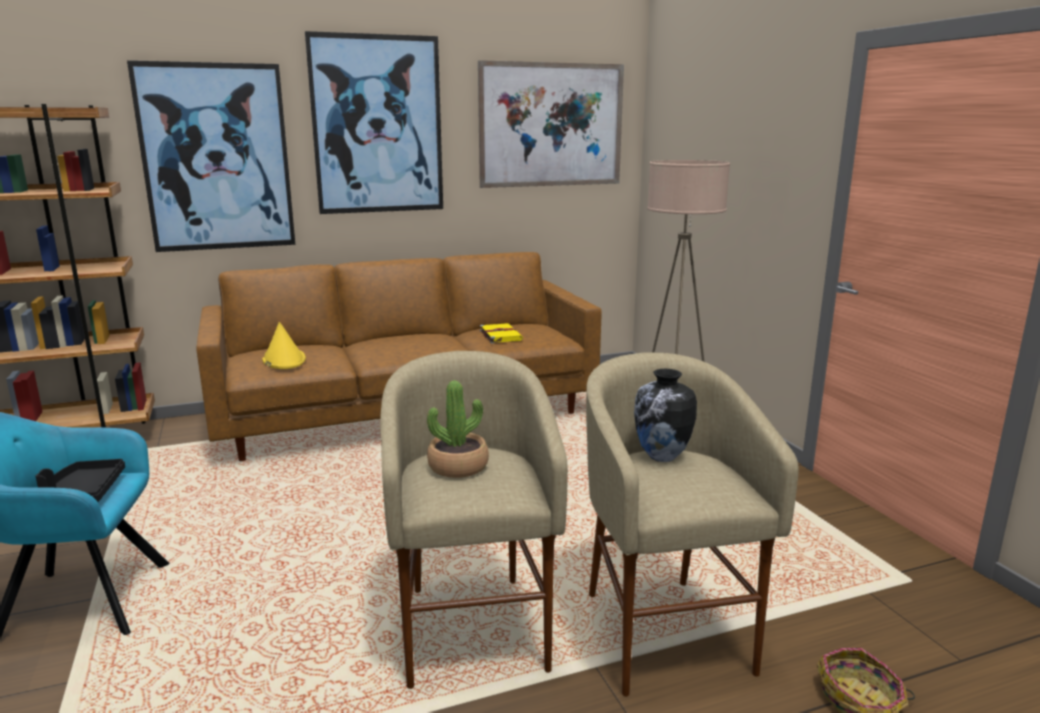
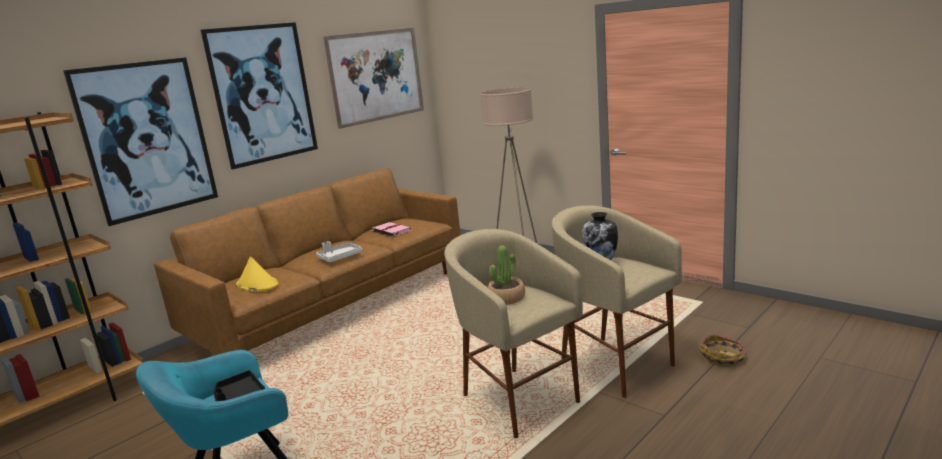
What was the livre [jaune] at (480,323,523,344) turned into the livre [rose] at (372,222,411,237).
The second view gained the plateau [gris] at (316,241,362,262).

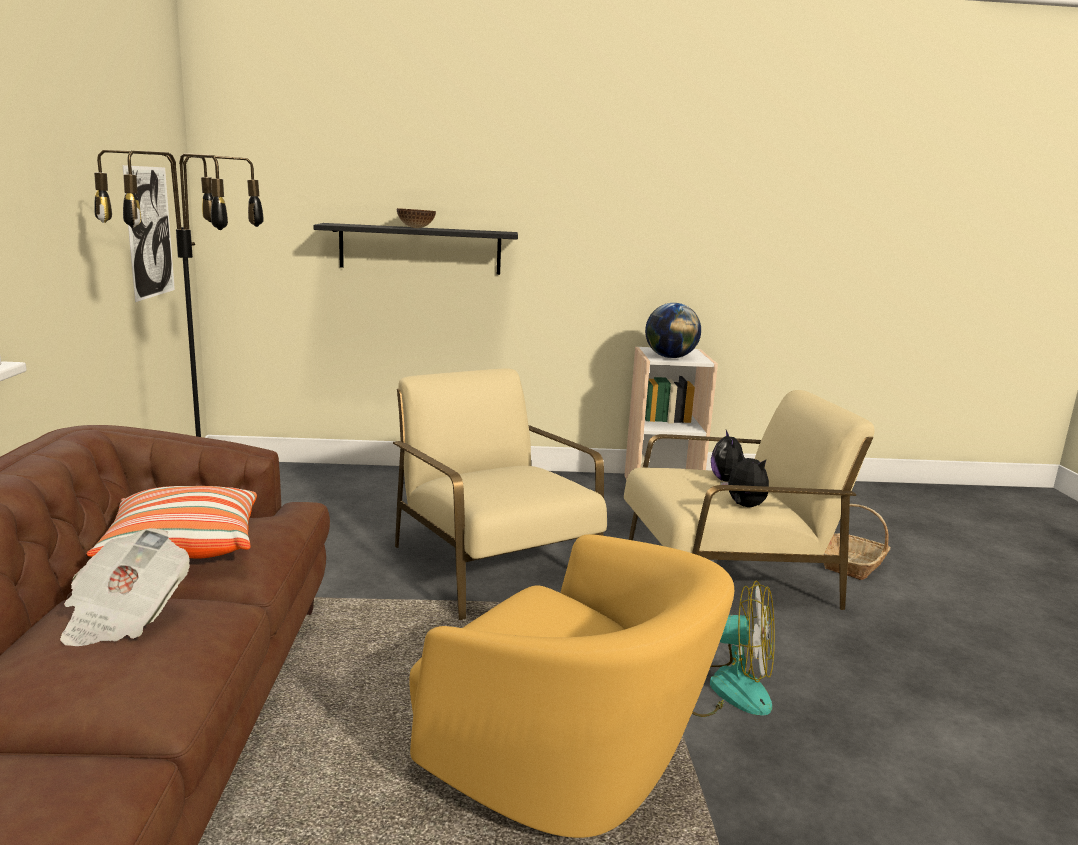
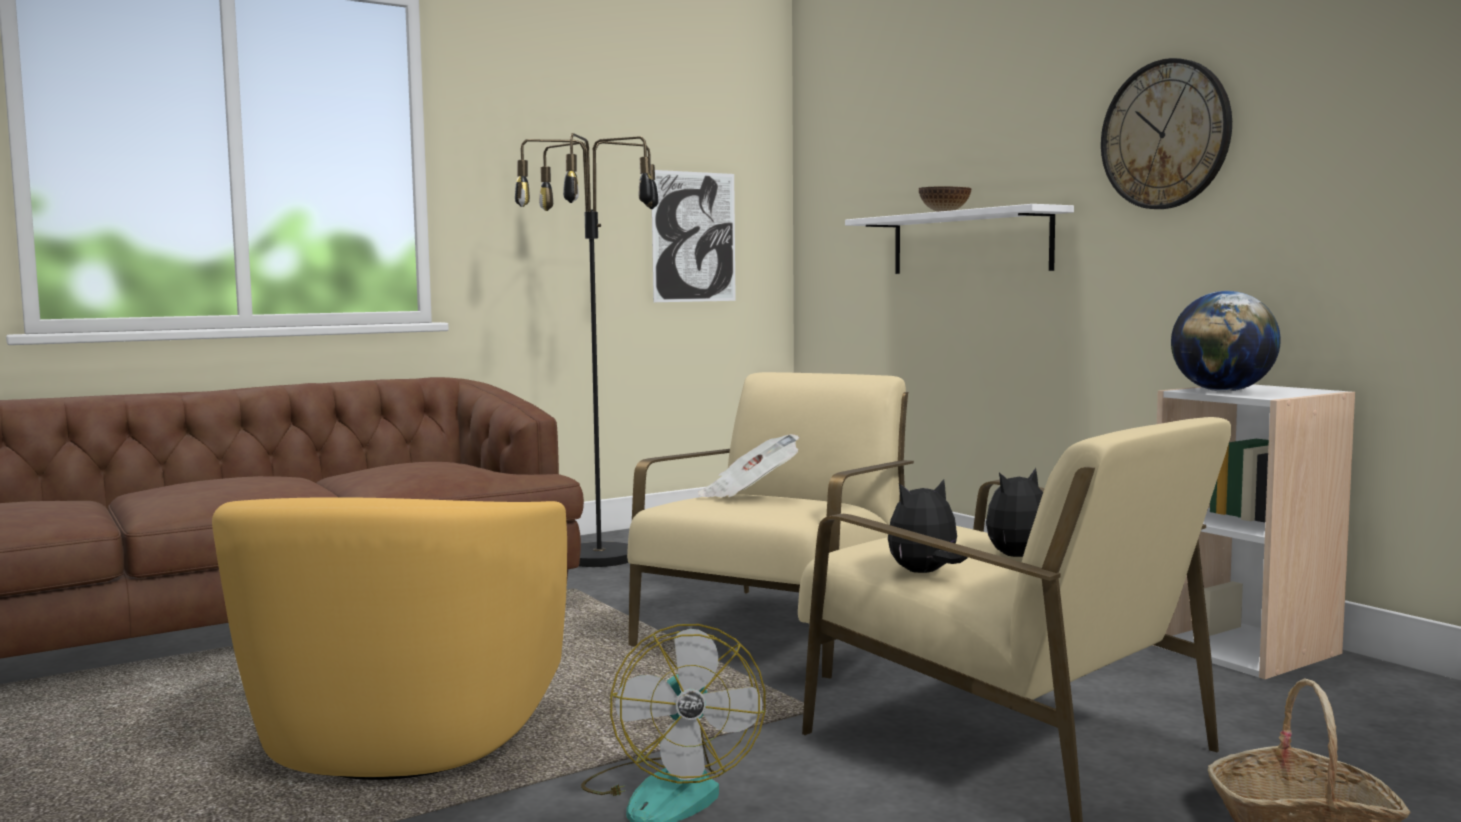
What was the étagère [noir] at (313,223,518,275) turned into the étagère [blanc] at (845,204,1074,274).
The peluche at (721,451,769,507) ended up facing another way, 135 degrees counterclockwise from before.
The second view lost the coussin at (87,486,257,559).
The journal ended up elsewhere, having gone from (60,528,190,646) to (698,434,800,498).
The second view gained the horloge murale at (1101,58,1232,209).

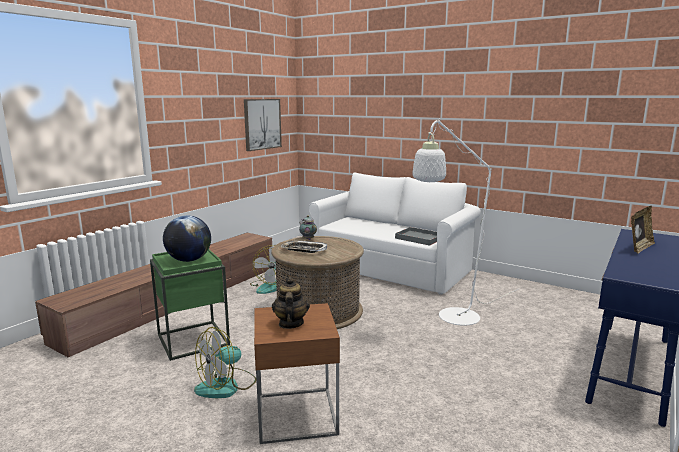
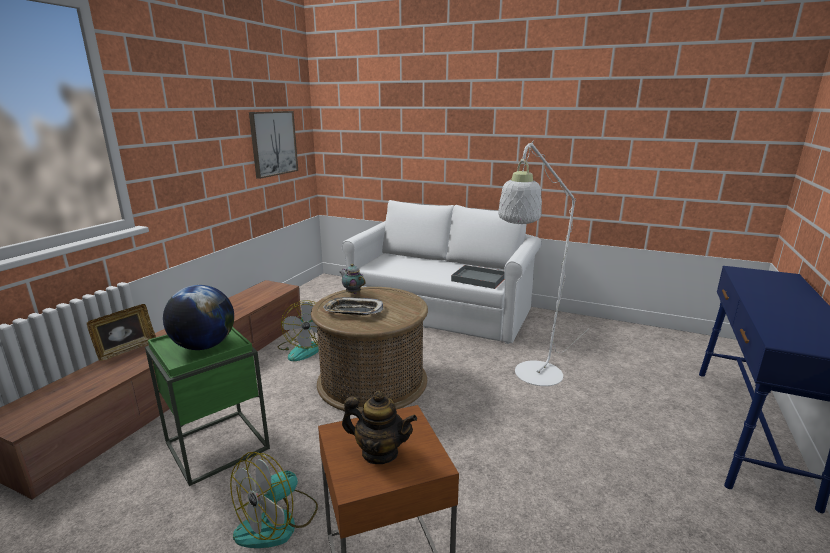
The cadre photo ended up elsewhere, having gone from (631,206,655,254) to (87,304,156,361).
The théière at (272,277,310,329) ended up facing another way, 120 degrees clockwise from before.

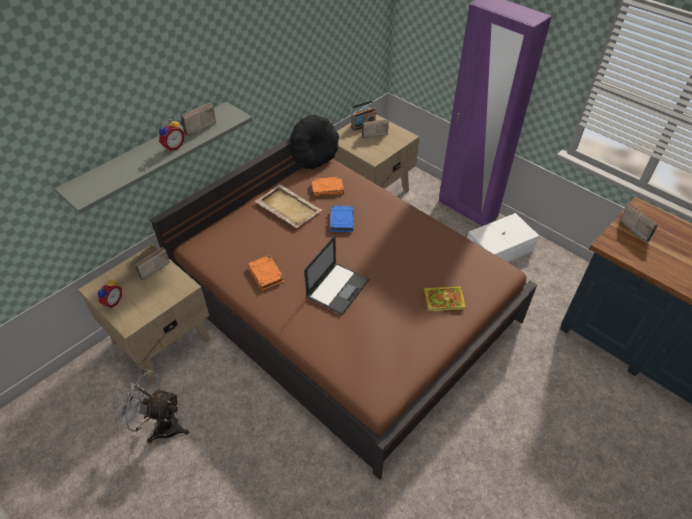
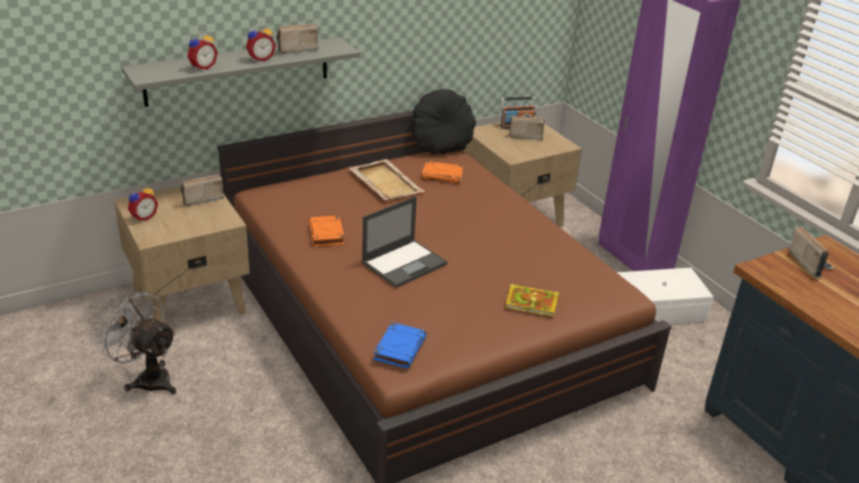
The livre [bleu] ended up elsewhere, having gone from (330,206,354,232) to (373,322,427,369).
The second view gained the réveil at (187,31,218,71).

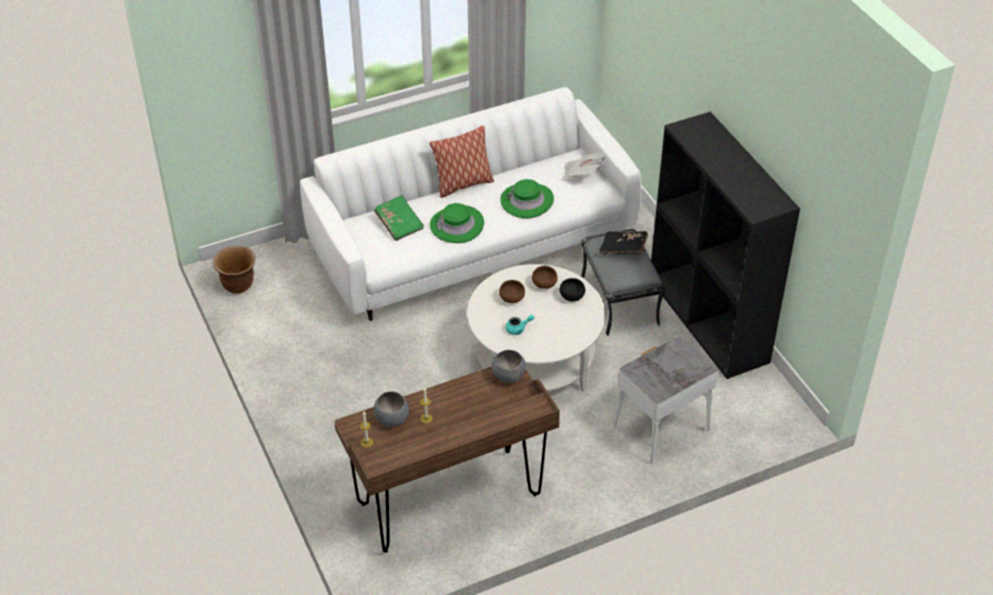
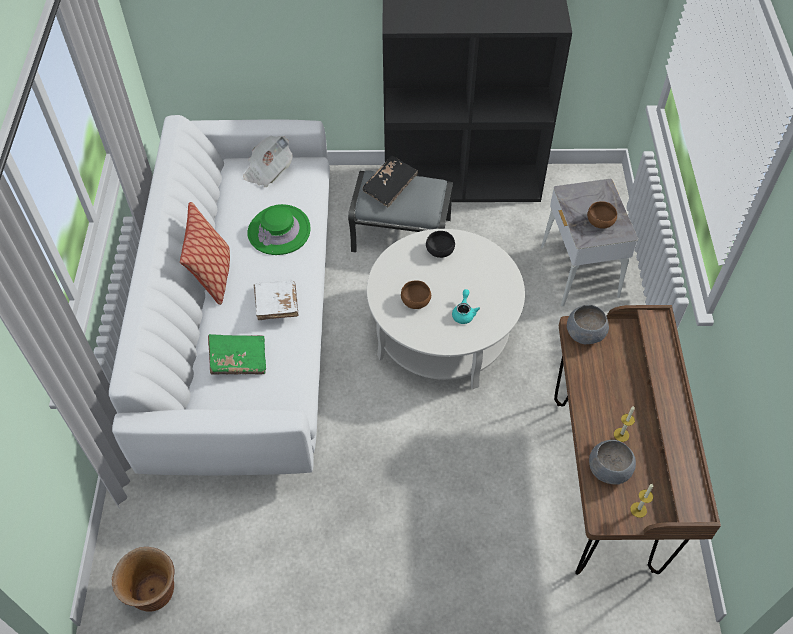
Where the chapeau [vert] stood at (430,203,484,243), the livre [blanc] came to stand at (254,280,299,320).
The bol [marron] ended up elsewhere, having gone from (532,266,558,289) to (587,201,617,228).

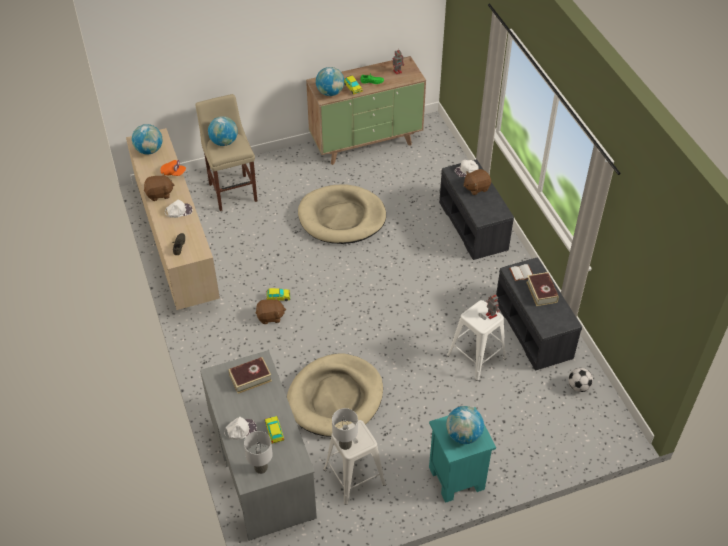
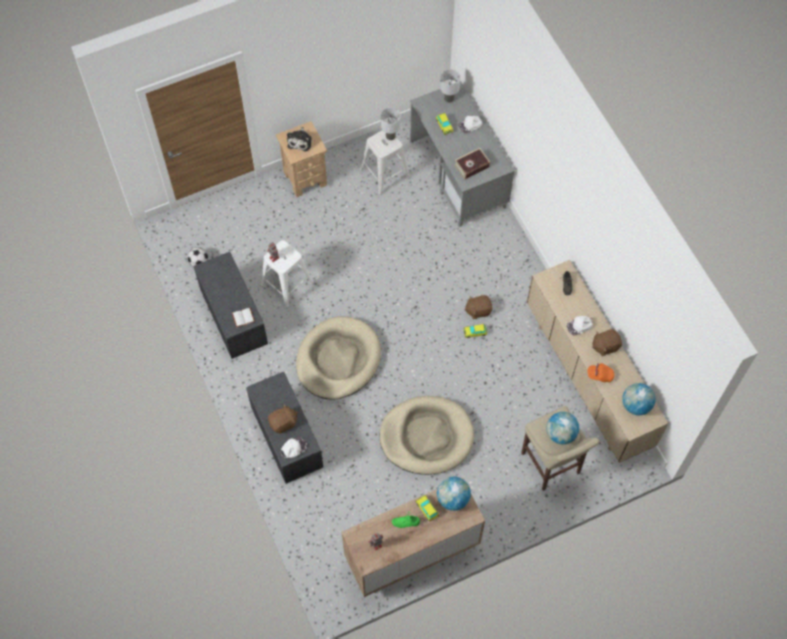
The second view lost the livre at (526,272,559,306).
The panier pour chien [beige] ended up elsewhere, having gone from (287,353,383,437) to (296,316,381,400).
Where the globe stood at (446,406,484,444), the peluche came to stand at (287,127,312,151).
What was the table de chevet [turquoise] at (429,407,496,503) turned into the table de chevet [beige] at (276,121,327,197).

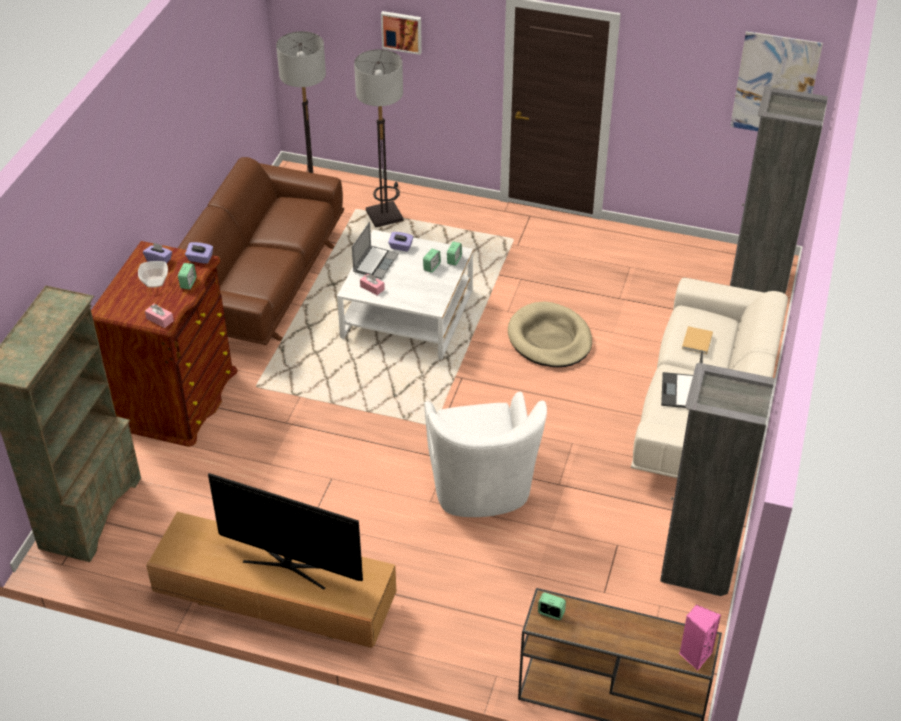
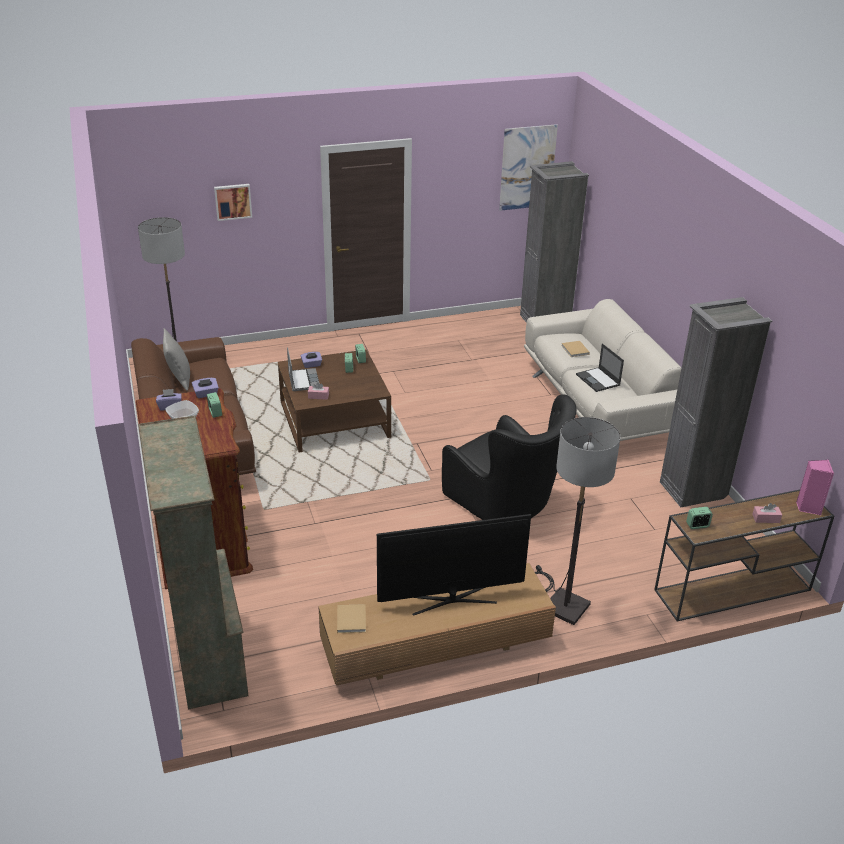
The lampadaire ended up elsewhere, having gone from (354,49,403,228) to (535,417,621,625).
What was the table basse [blanc] at (337,230,473,359) turned into the table basse [marron] at (278,349,391,452).
The second view lost the panier pour chien [beige] at (508,301,592,367).
The boîte à mouchoirs [rose] ended up elsewhere, having gone from (145,304,174,328) to (752,503,782,523).
What was the fauteuil [blanc] at (425,392,547,517) turned into the fauteuil [noir] at (442,394,576,520).
The second view gained the coussin [gris] at (163,328,190,391).
The second view gained the livre [beige] at (337,604,366,633).

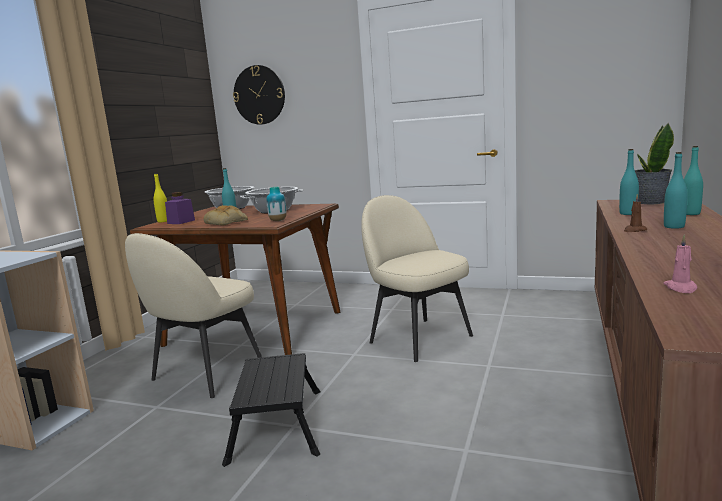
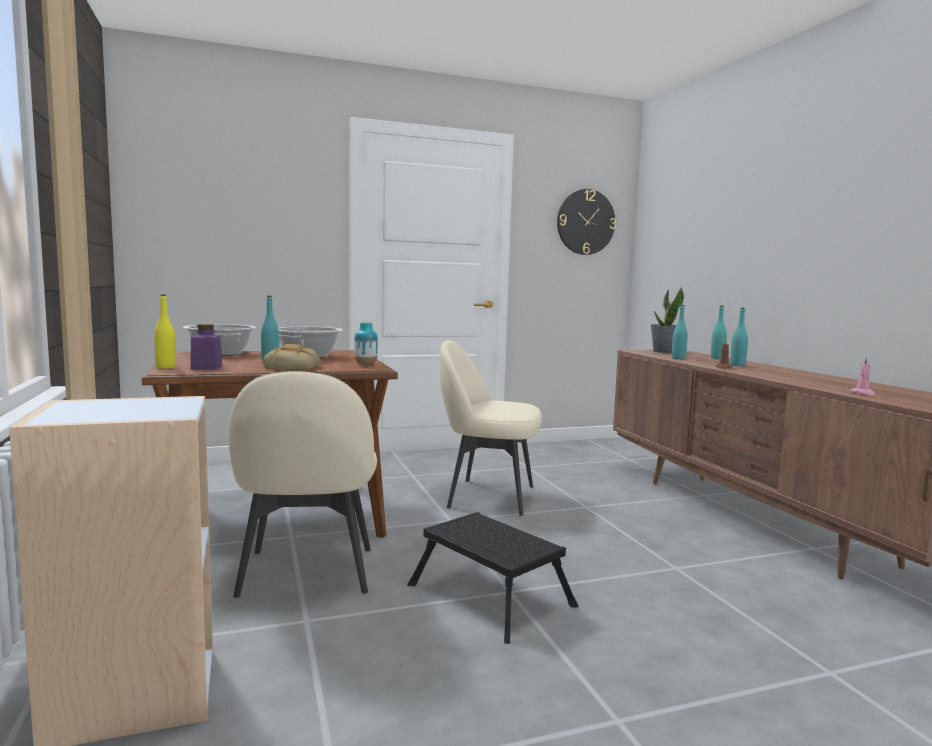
The horloge murale ended up elsewhere, having gone from (233,65,285,125) to (557,189,616,255).

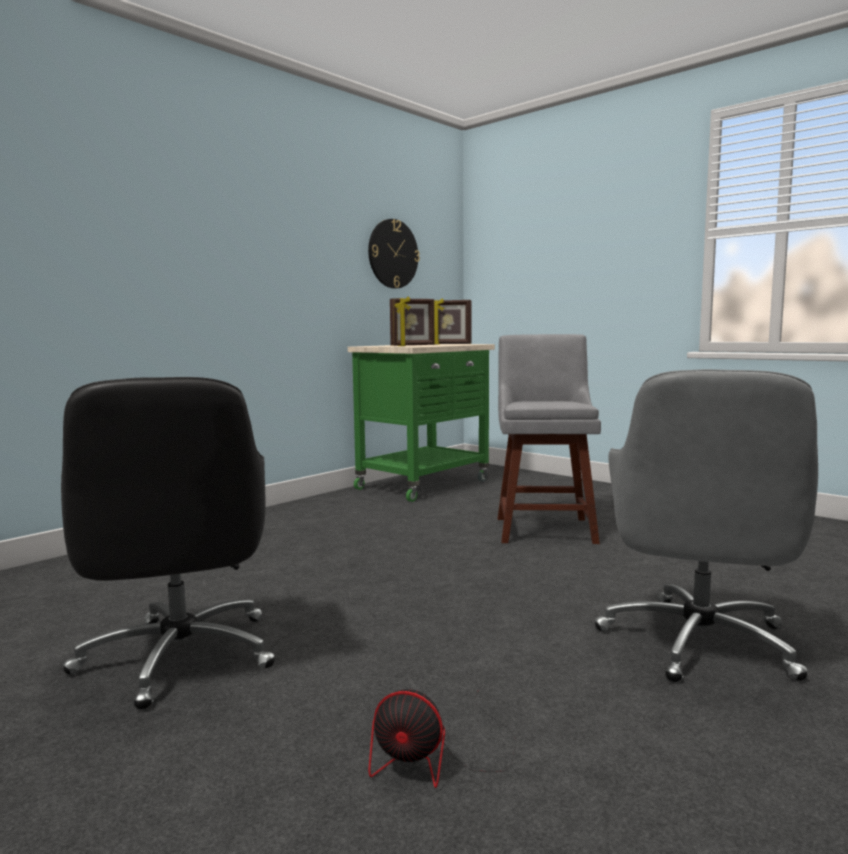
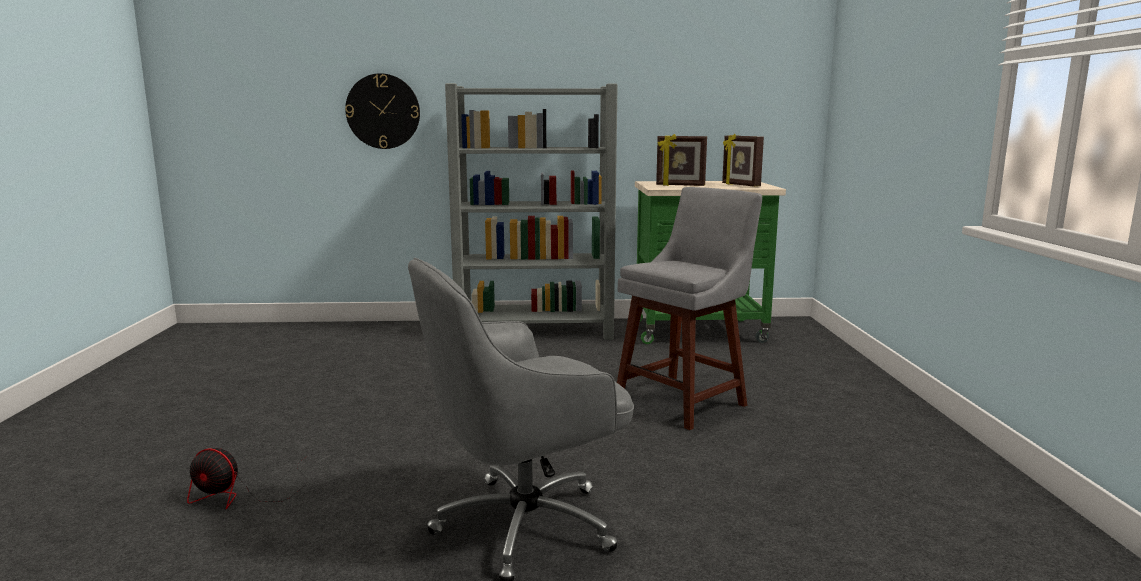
The horloge murale ended up elsewhere, having gone from (368,219,420,289) to (345,73,420,149).
The second view lost the chaise de bureau [noir] at (61,377,275,710).
The ventilateur at (368,689,517,788) ended up facing another way, 45 degrees counterclockwise from before.
The second view gained the bibliothèque [gris] at (445,83,618,340).

